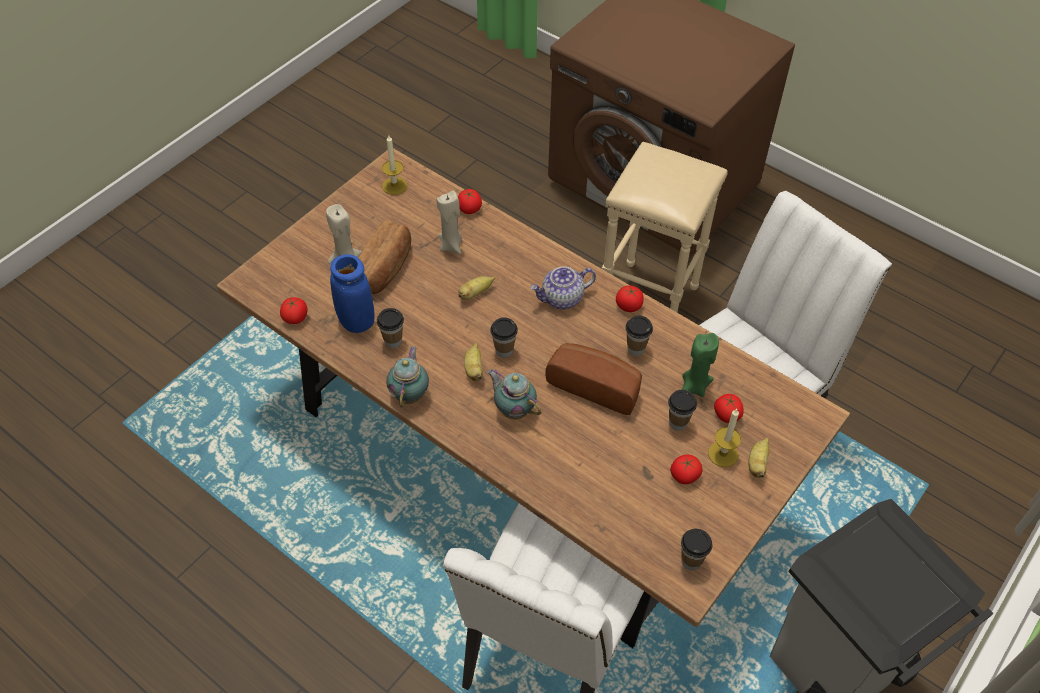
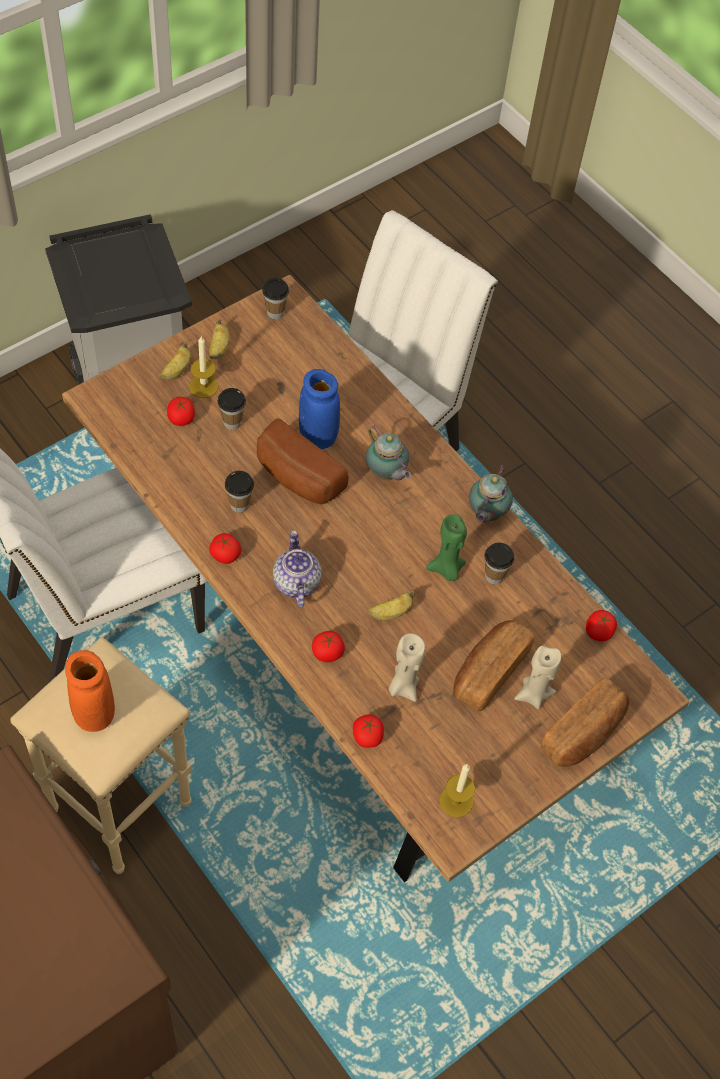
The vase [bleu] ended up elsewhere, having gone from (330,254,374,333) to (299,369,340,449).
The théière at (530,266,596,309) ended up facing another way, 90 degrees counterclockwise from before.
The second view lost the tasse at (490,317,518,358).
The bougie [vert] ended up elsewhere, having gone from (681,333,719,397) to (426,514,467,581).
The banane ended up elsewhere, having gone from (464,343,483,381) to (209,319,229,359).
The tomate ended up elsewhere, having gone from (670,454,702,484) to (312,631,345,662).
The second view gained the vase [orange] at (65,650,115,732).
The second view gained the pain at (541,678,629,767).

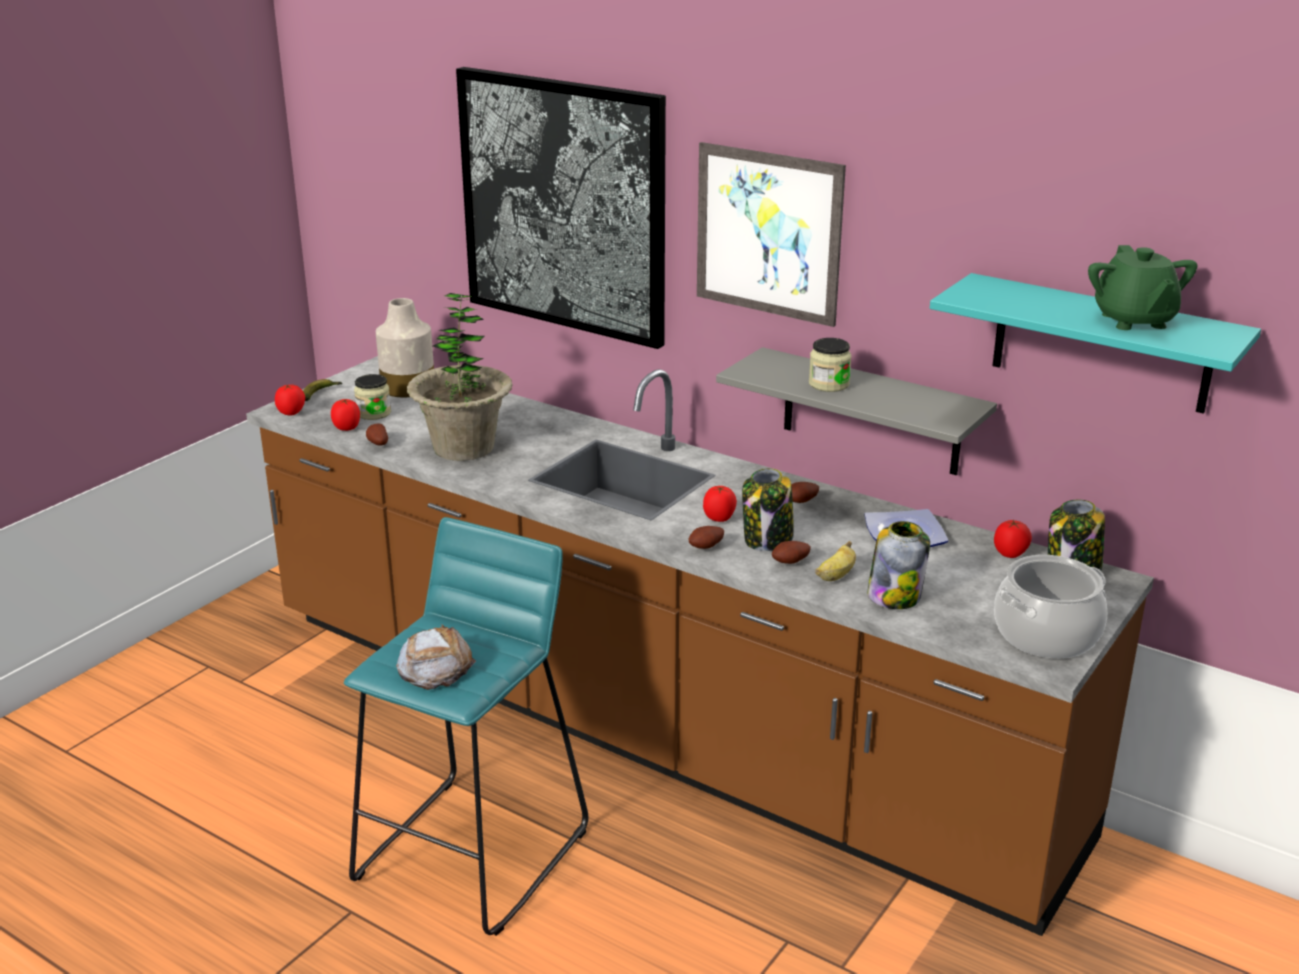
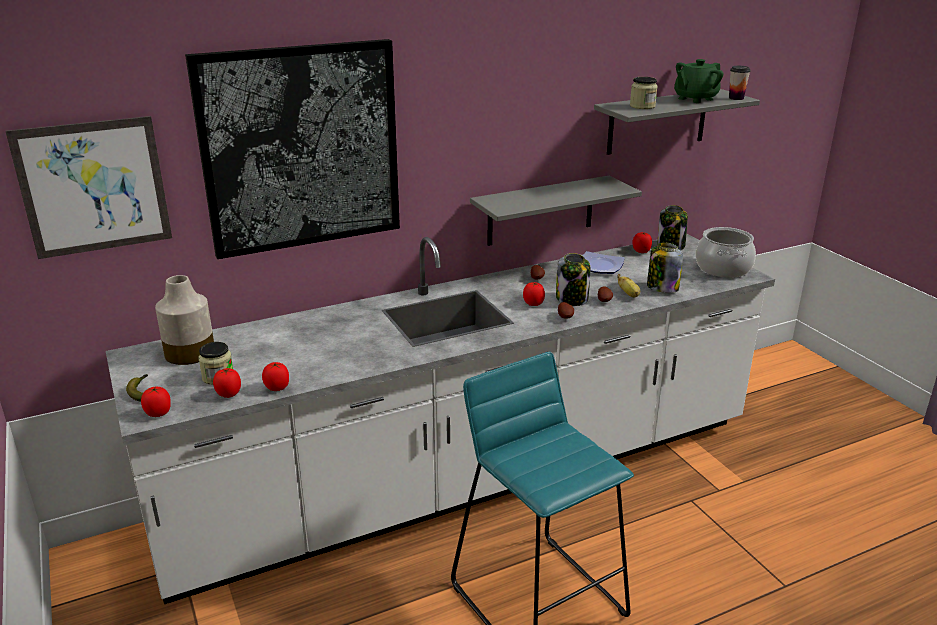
The tableau ended up elsewhere, having gone from (697,142,846,327) to (6,116,172,259).
The théière [vert] at (1088,245,1197,330) ended up facing another way, 120 degrees clockwise from before.
What was the étagère [turquoise] at (930,273,1261,414) turned into the étagère [gris] at (594,89,760,155).
The second view lost the plante en pot at (407,293,513,461).
The bocal ended up elsewhere, having gone from (809,338,852,392) to (630,77,658,109).
What was the comptoir de cuisine [marron] at (246,356,1154,936) turned into the comptoir de cuisine [blanc] at (106,234,775,604).
Where the pomme de terre stood at (366,424,388,446), the tomate came to stand at (262,362,289,391).
The second view lost the pain at (396,624,476,690).
The second view gained the tasse at (729,66,751,100).

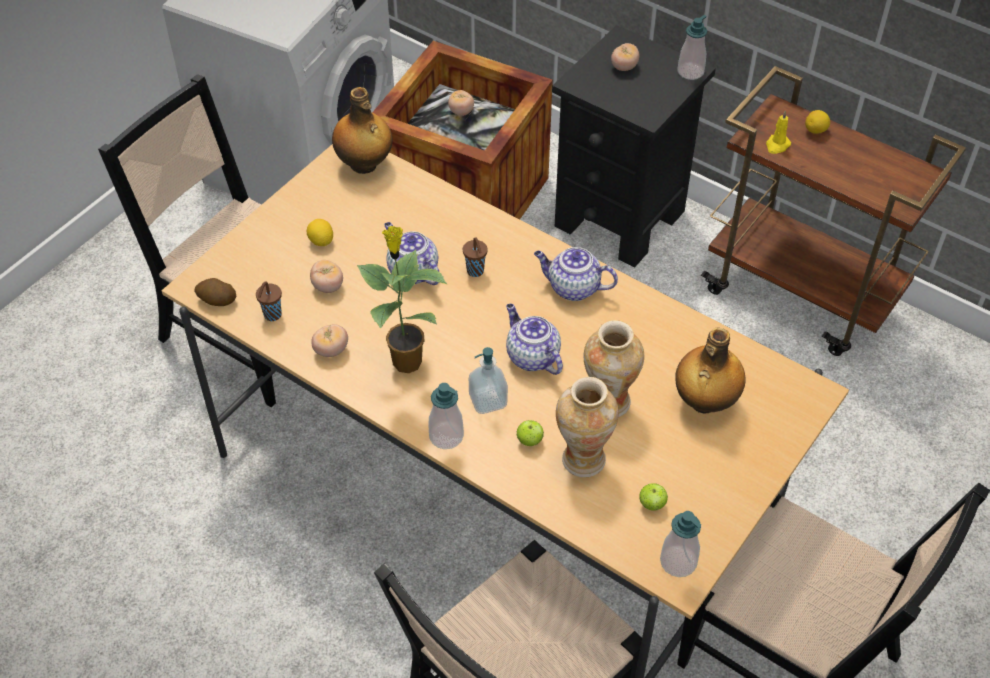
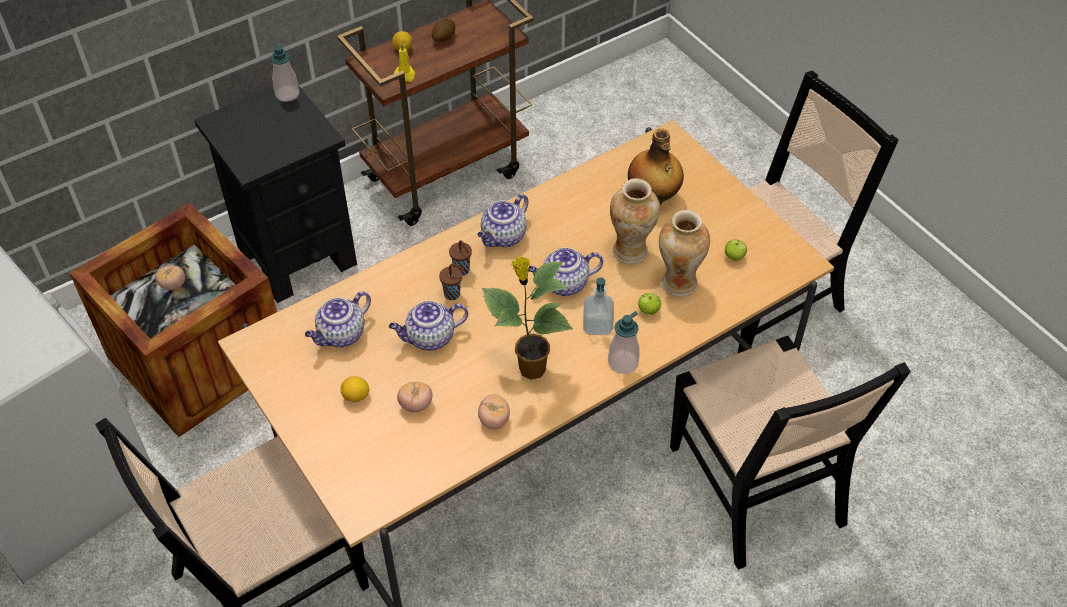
The second view lost the tomate at (611,43,639,71).
The second view lost the bouteille at (332,87,392,174).
The pomme de terre ended up elsewhere, having gone from (194,278,236,306) to (432,19,455,42).
The tasse [marron] ended up elsewhere, having gone from (256,281,282,321) to (449,240,472,276).
The second view lost the distributeur de savon at (660,511,701,577).
The second view gained the théière at (305,291,371,347).

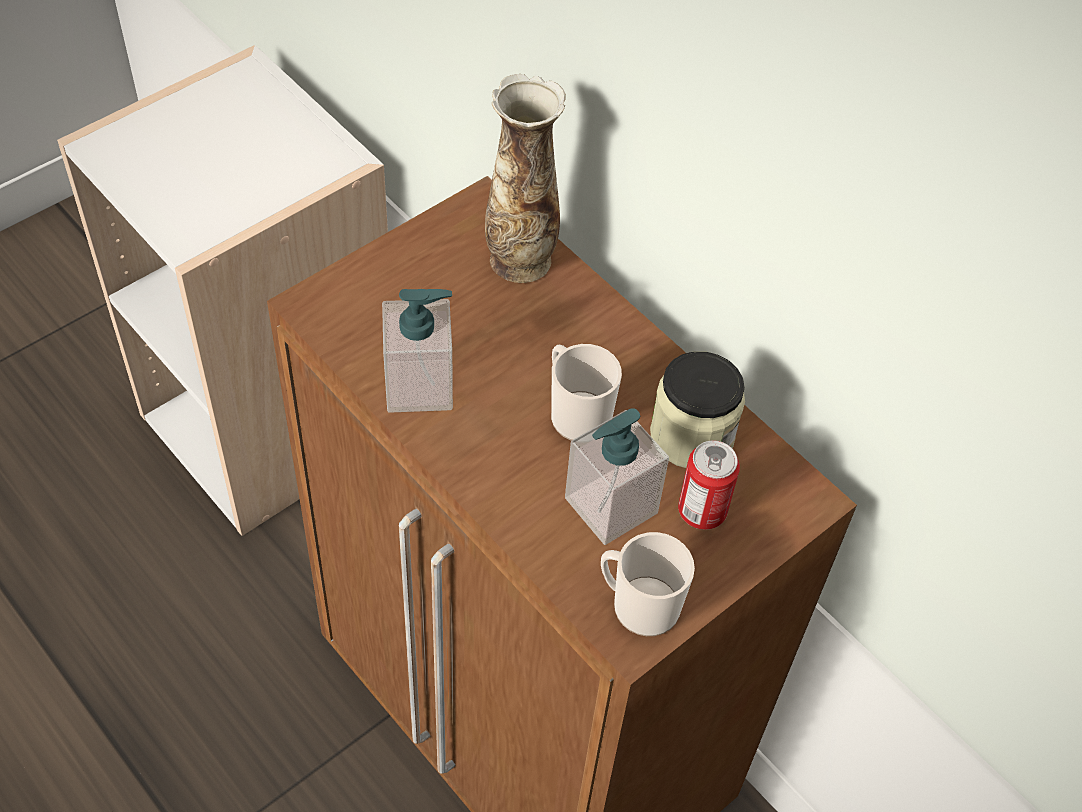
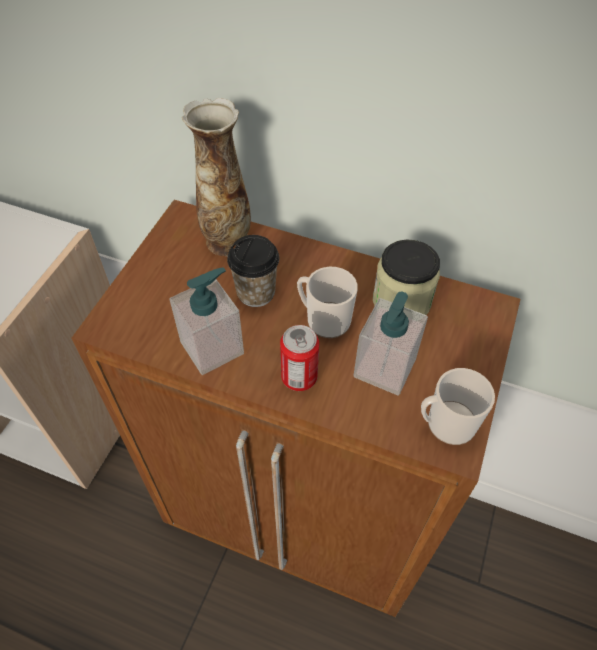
The boîte métallique ended up elsewhere, having gone from (678,440,740,530) to (280,325,319,391).
The second view gained the tasse at (227,235,279,307).

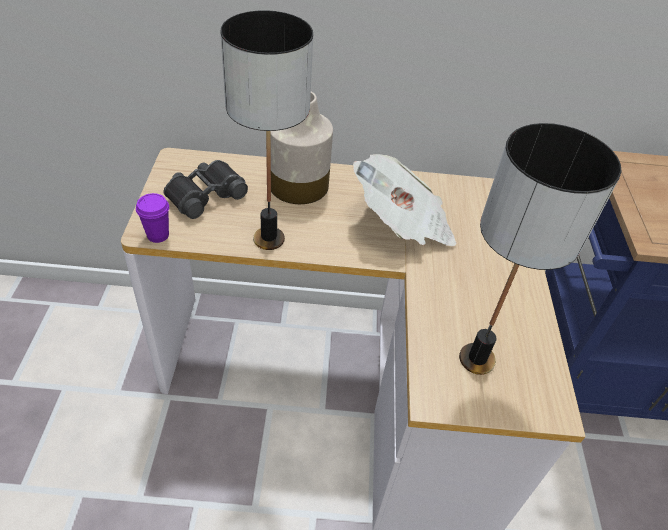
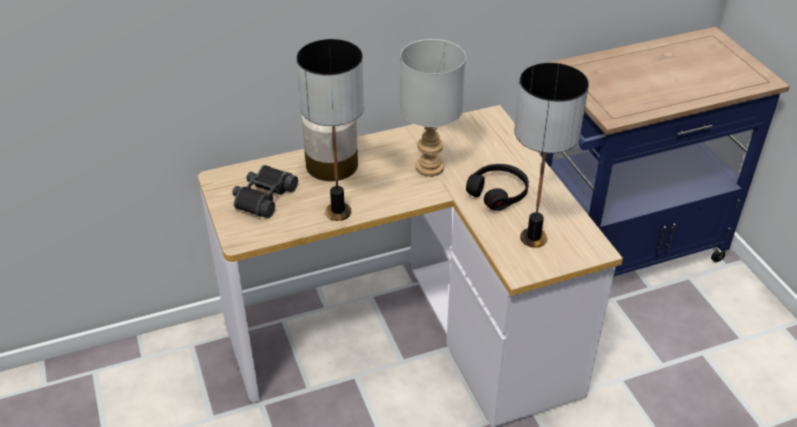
Where the journal stood at (353,154,457,246), the lampe de table [gris] came to stand at (400,39,466,177).
The second view lost the tasse [violet] at (136,193,169,243).
The second view gained the casque audio [noir] at (466,164,529,211).

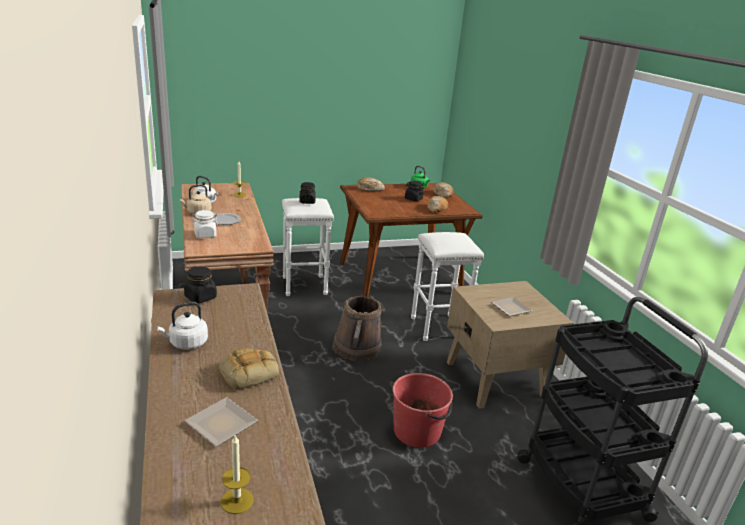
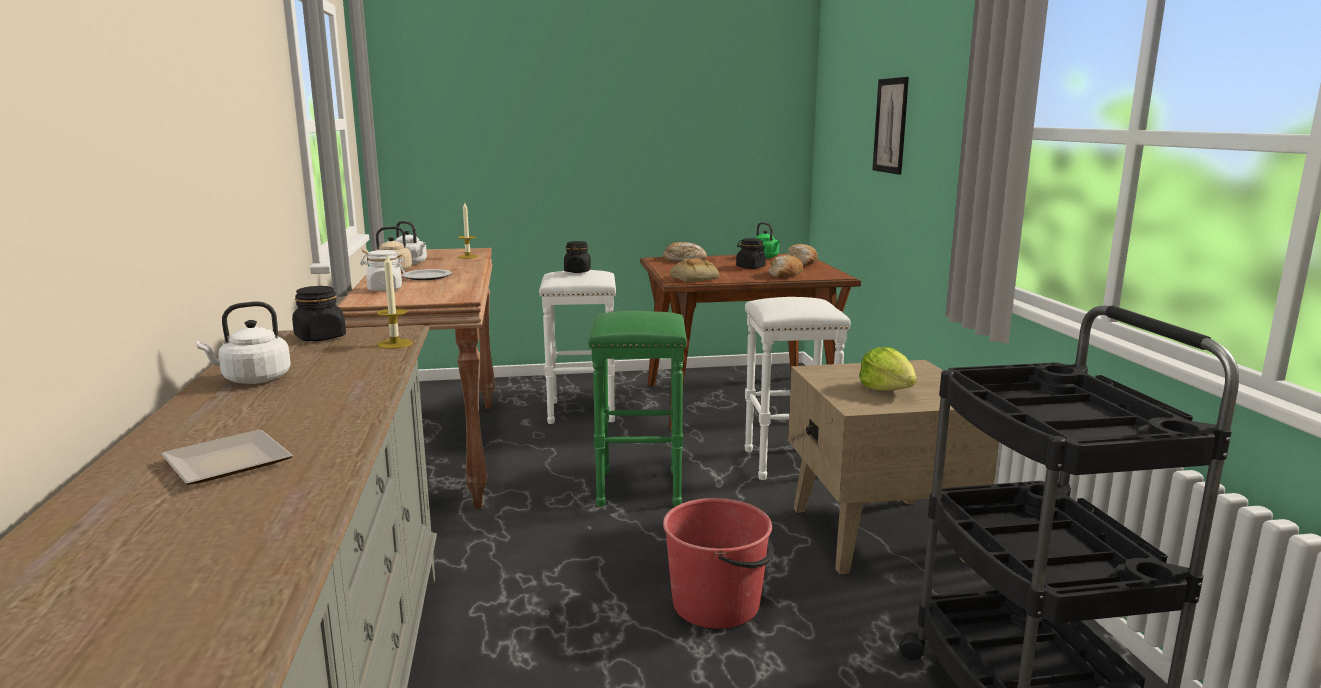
Where the seau [marron] stood at (332,296,382,362), the tabouret [vert] came to stand at (588,311,687,507).
Where the assiette stood at (491,297,532,316), the laitue came to stand at (859,347,917,391).
The pain ended up elsewhere, having gone from (219,348,279,390) to (670,258,719,282).
The bougie ended up elsewhere, having gone from (221,435,254,514) to (377,255,413,349).
The second view gained the tableau at (872,77,909,175).

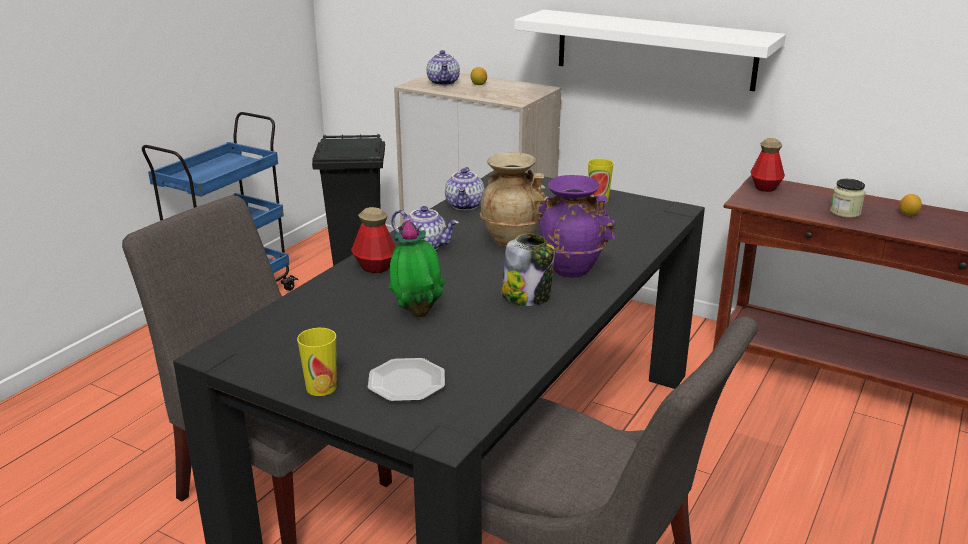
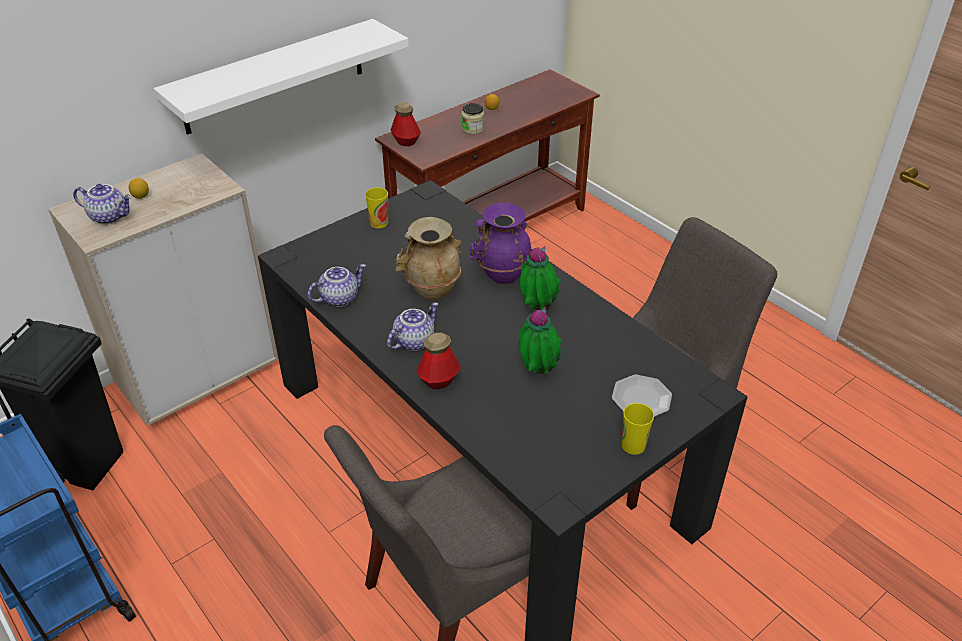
The théière at (445,167,485,211) ended up facing another way, 60 degrees counterclockwise from before.
Where the bocal stood at (501,234,555,306), the plante en pot came to stand at (520,246,561,310).

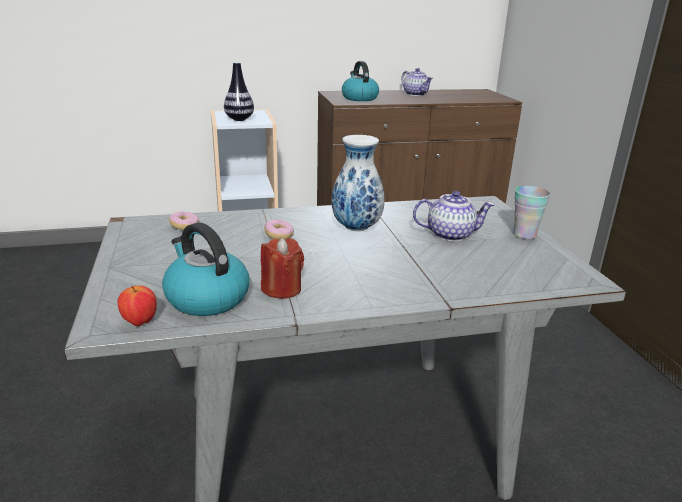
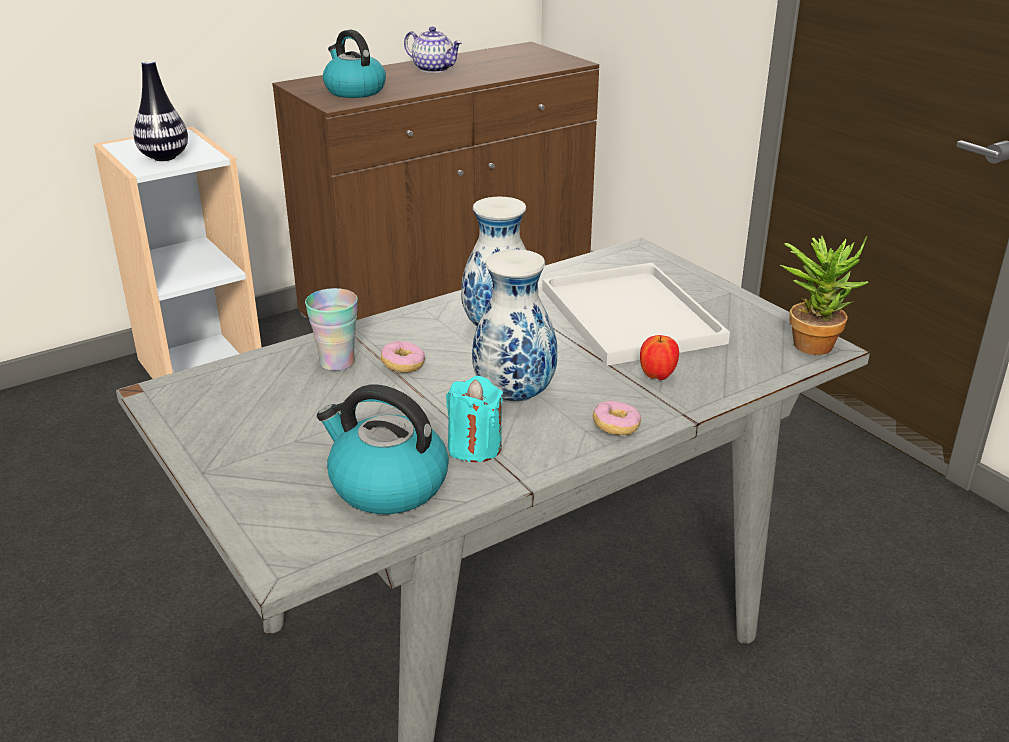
The tasse ended up elsewhere, having gone from (513,186,550,239) to (305,288,358,371).
Where the théière stood at (413,191,495,242), the plateau [blanc] came to stand at (542,263,730,366).
The beignet ended up elsewhere, having gone from (169,211,199,230) to (593,401,641,435).
What was the bougie [rouge] at (261,238,304,299) turned into the bougie [turquoise] at (446,376,503,462).
The pomme ended up elsewhere, having gone from (117,286,157,326) to (640,335,679,380).
The second view gained the plante en pot at (780,235,868,355).
The second view gained the vase at (472,249,557,403).

